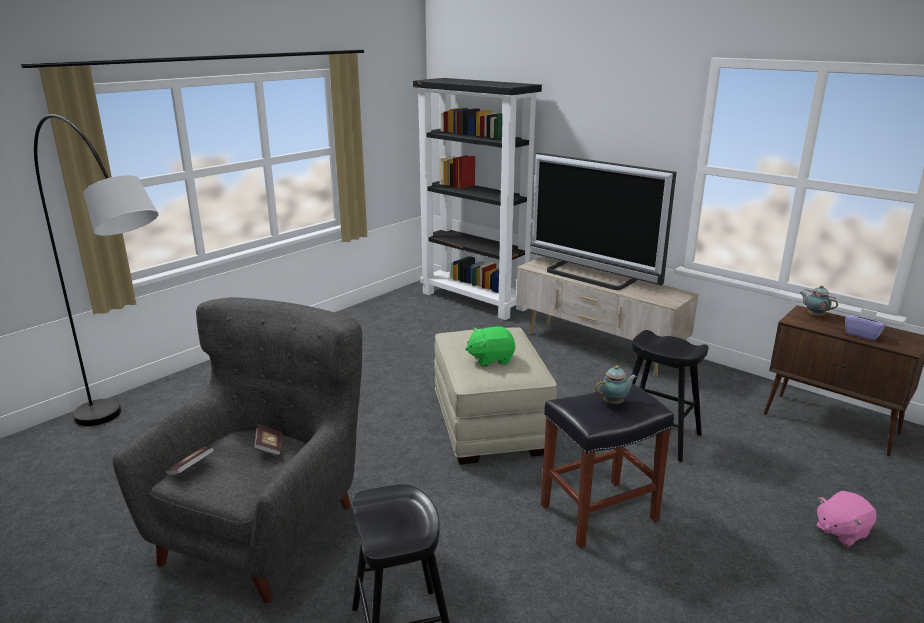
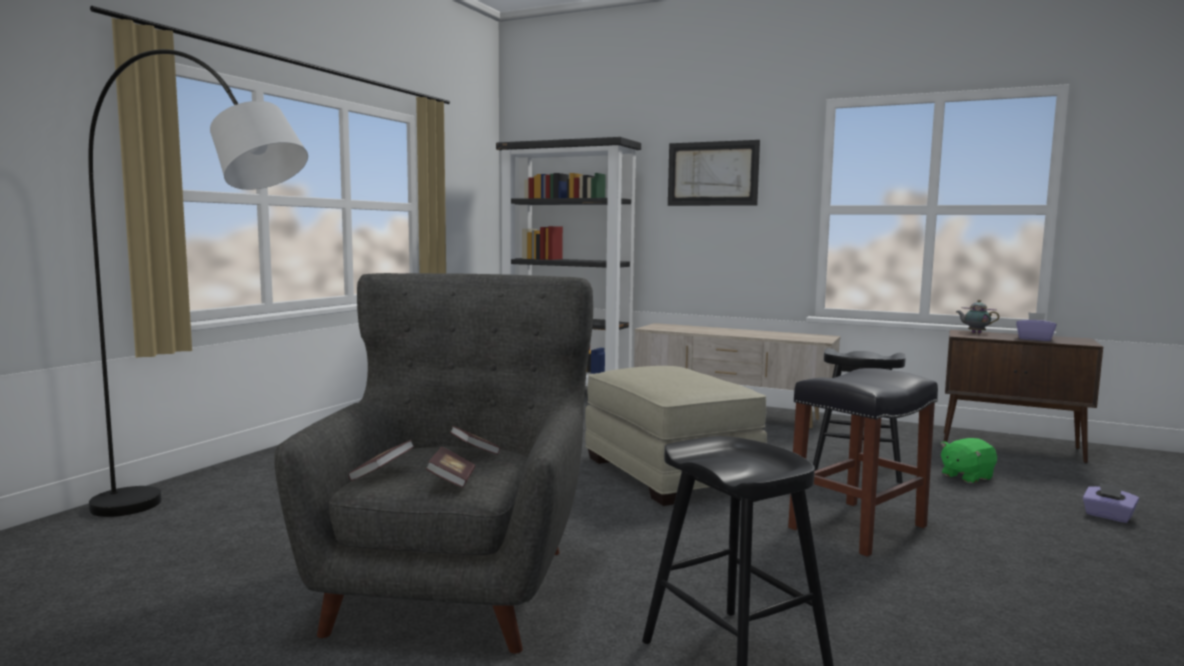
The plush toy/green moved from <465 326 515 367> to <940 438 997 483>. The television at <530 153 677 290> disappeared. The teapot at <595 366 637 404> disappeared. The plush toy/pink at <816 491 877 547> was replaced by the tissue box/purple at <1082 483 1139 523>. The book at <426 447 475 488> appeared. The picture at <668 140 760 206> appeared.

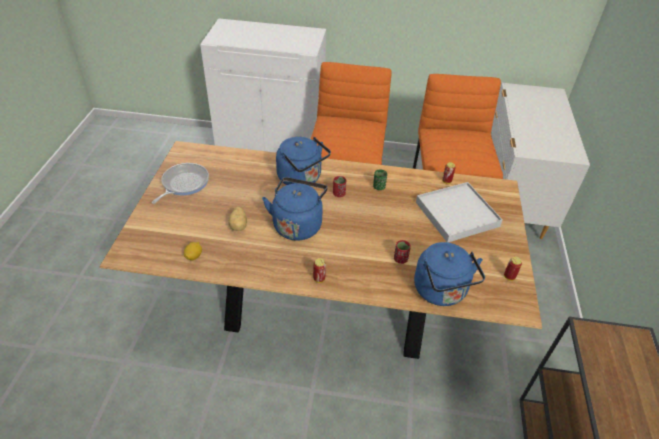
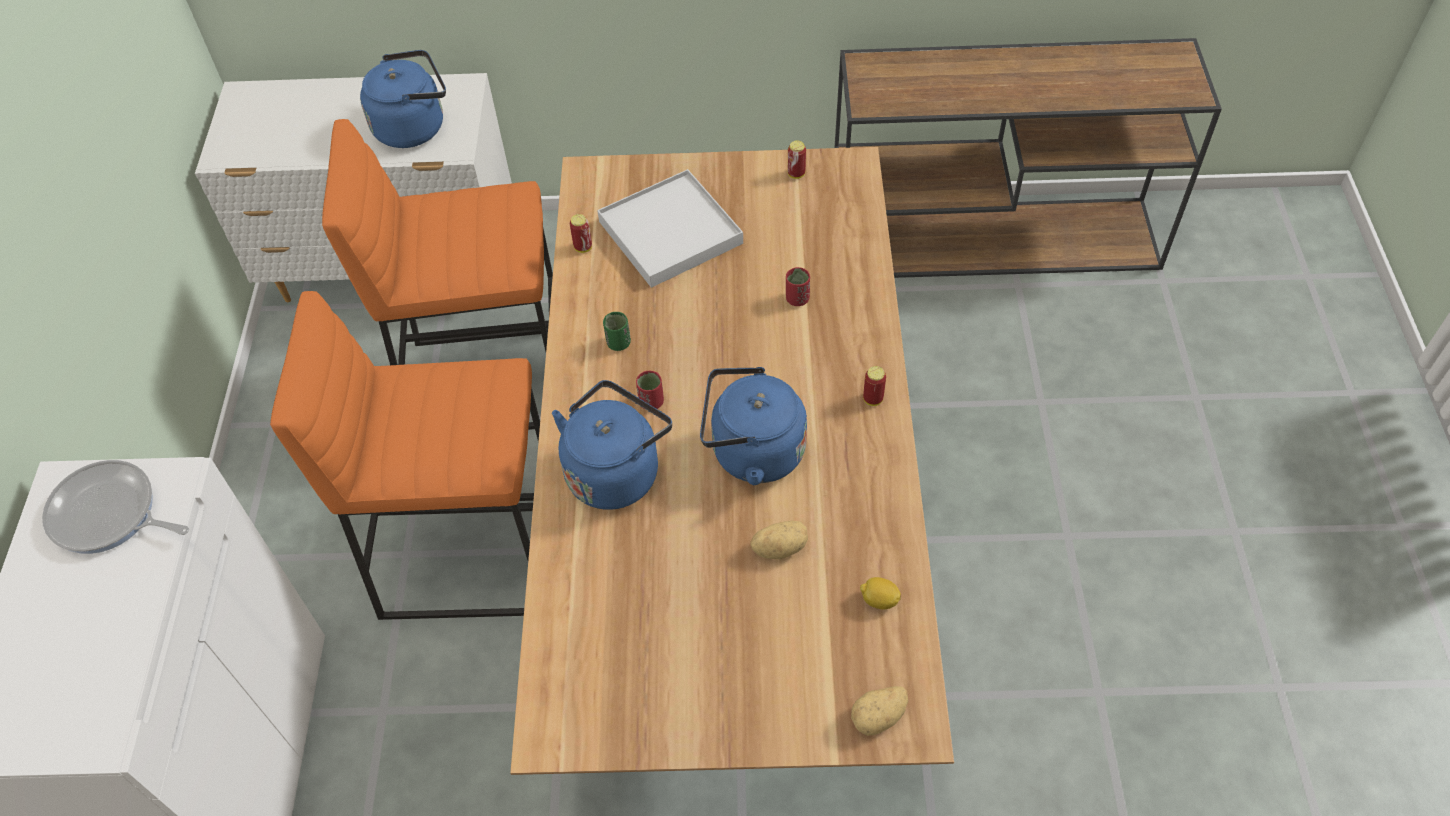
The frying pan moved from <152 163 209 204> to <42 460 189 554>. The kettle/blue moved from <414 242 485 306> to <360 50 446 148>. The potato at <851 686 908 736> appeared.

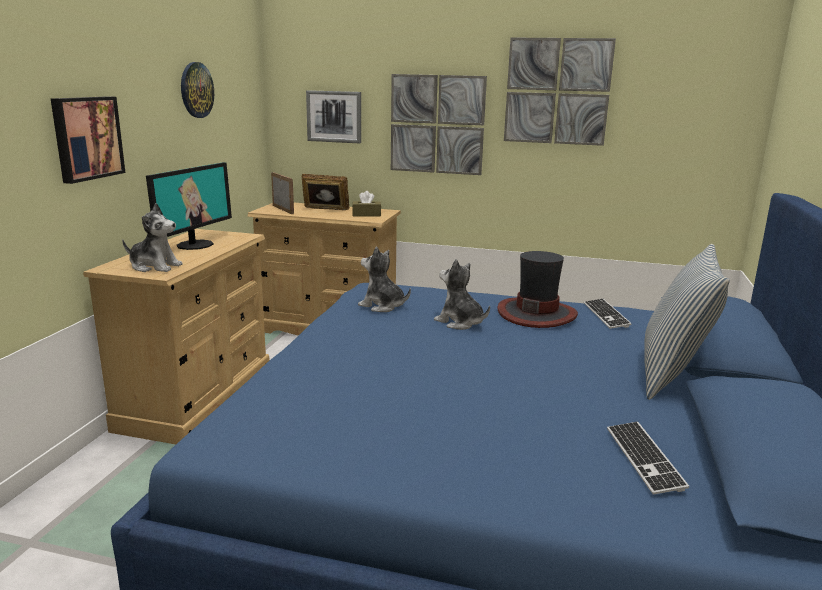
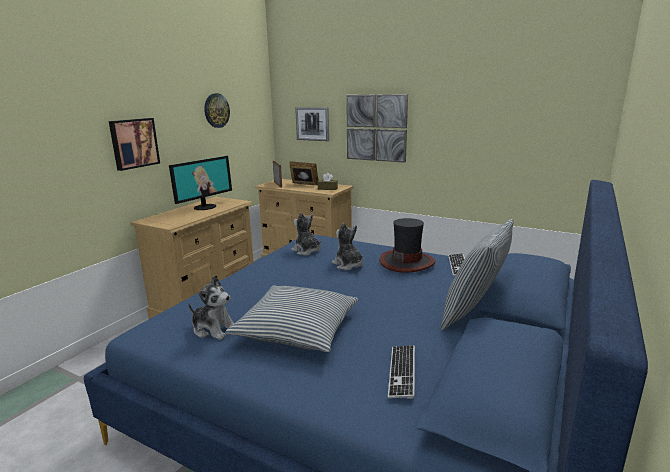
The plush toy moved from <122 203 183 272> to <188 275 234 340>. The picture at <504 38 616 146> disappeared. The pillow at <225 285 358 352> appeared.

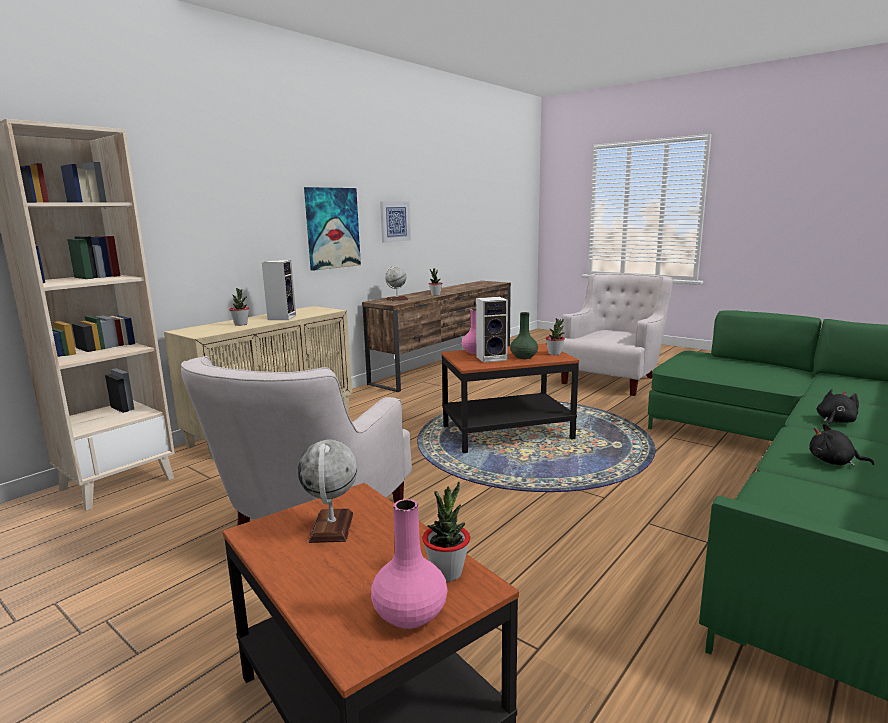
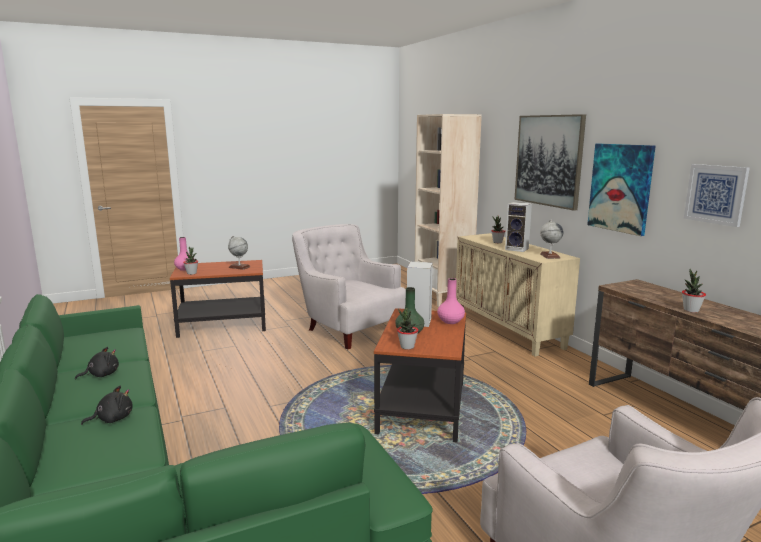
The globe moved from <385 266 408 301> to <540 220 563 259>. The plush toy/black at <817 389 859 426> turned 105 degrees counterclockwise. The picture at <514 114 586 211> appeared.

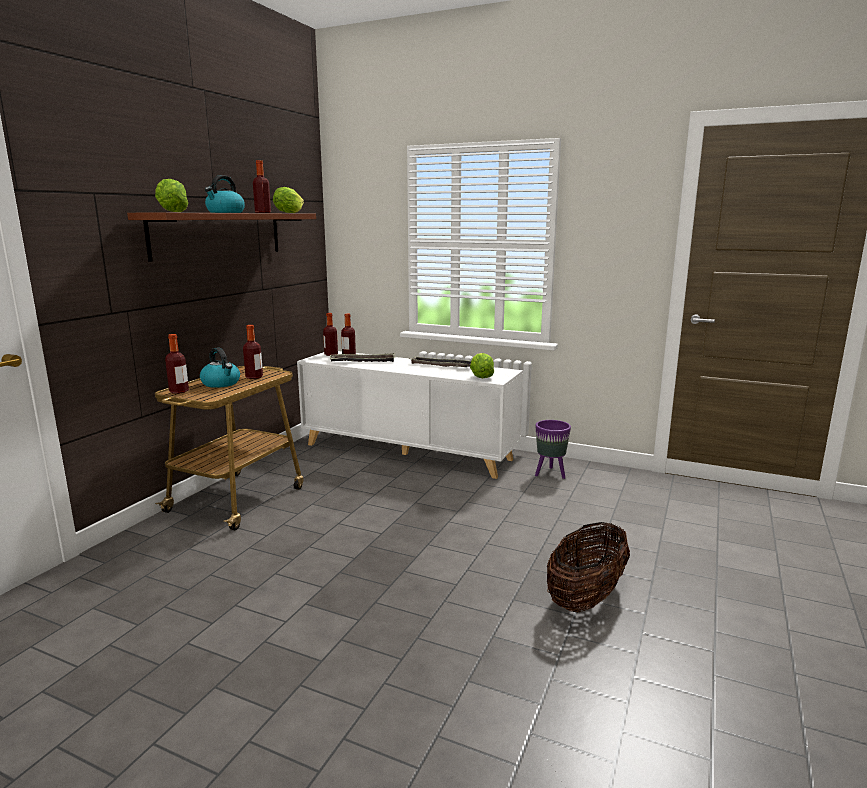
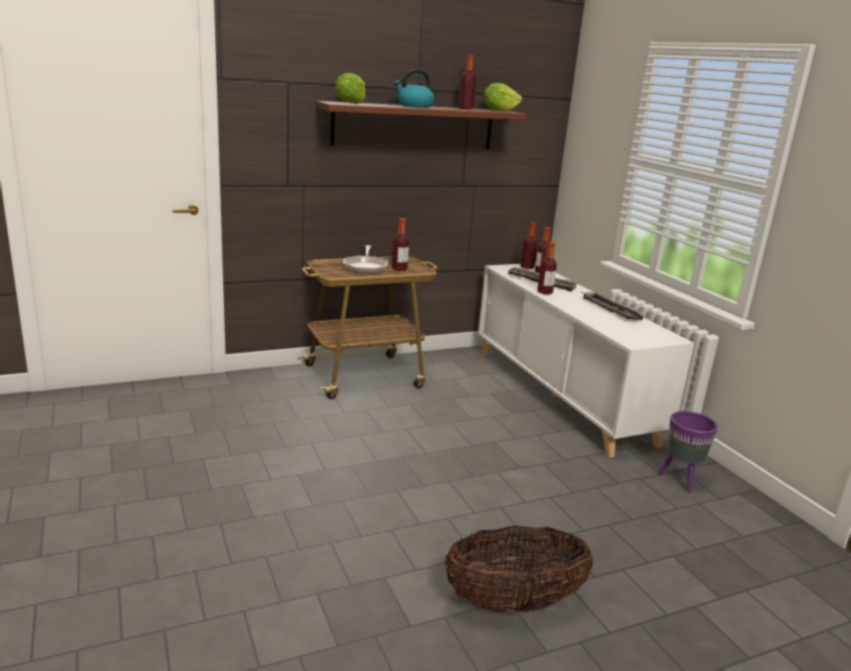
The bottle moved from <165 334 189 394> to <537 242 557 294>. The kettle at <200 347 240 388> was replaced by the frying pan at <343 245 388 274>. The lettuce at <470 353 494 378> disappeared.

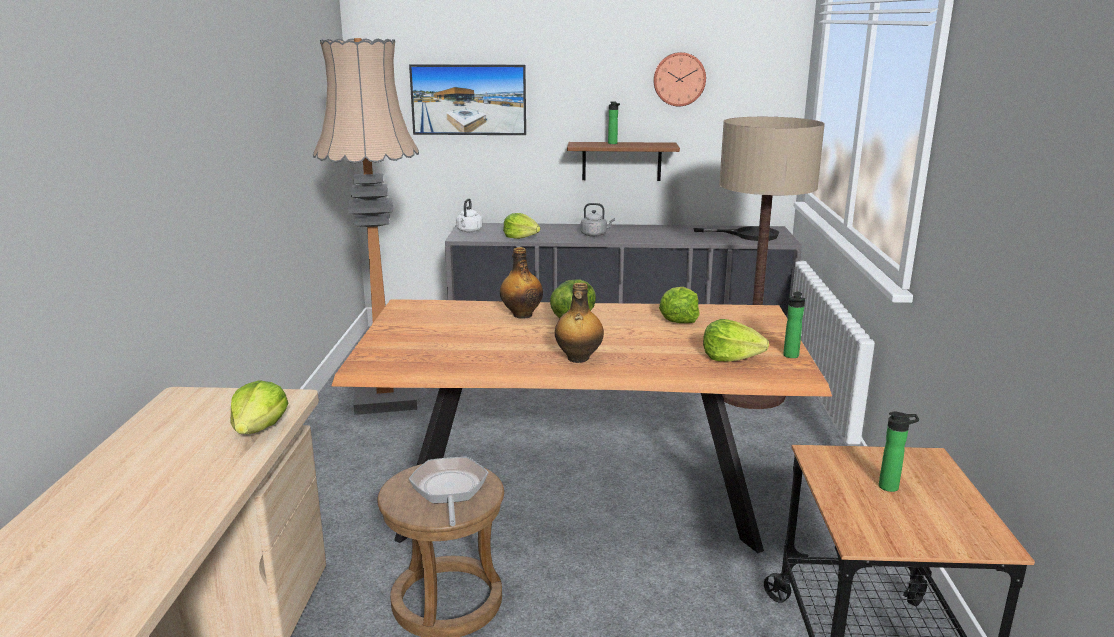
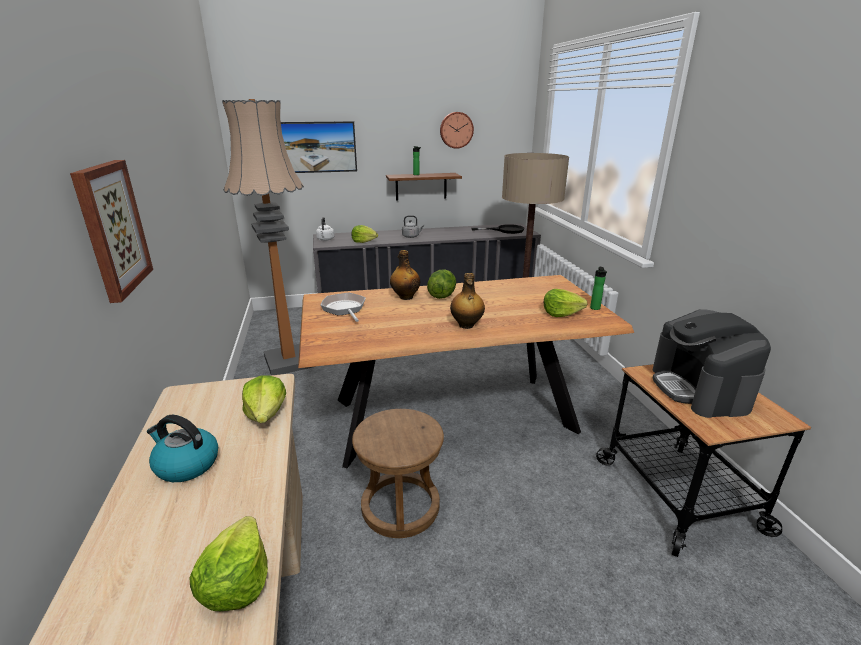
The frying pan moved from <409 457 489 526> to <320 293 366 322>. The lettuce moved from <659 287 699 323> to <189 516 268 611>. The bottle at <879 412 919 492> was replaced by the coffee machine at <653 309 771 418>. The picture at <70 160 153 303> appeared. The kettle at <147 415 218 482> appeared.

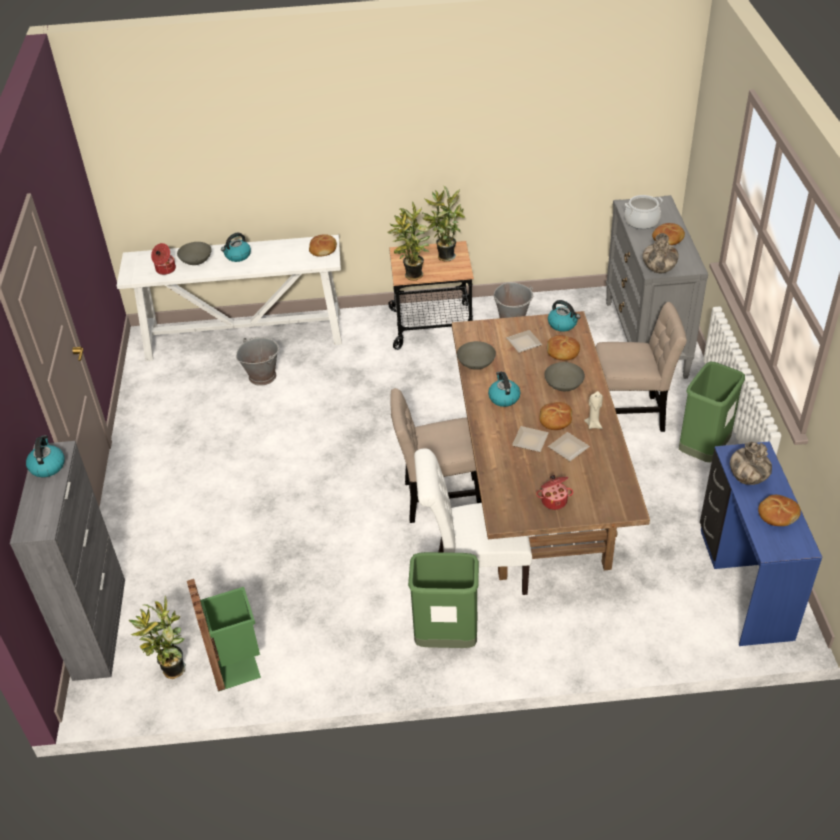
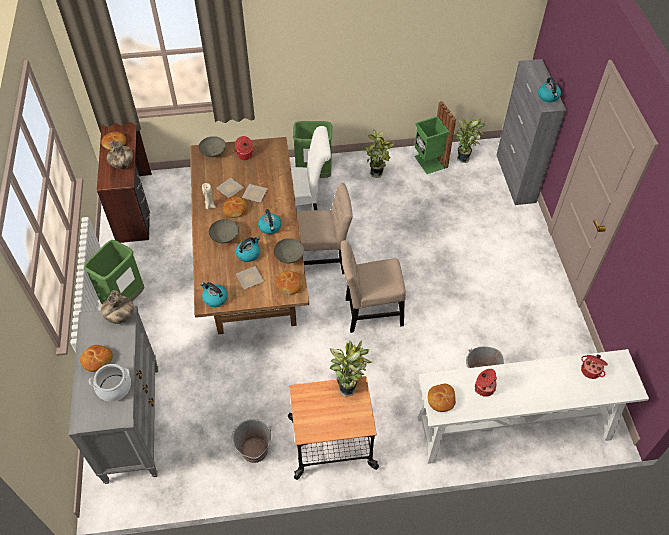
The bowl/grey moved from <177 242 211 265> to <199 136 226 157>. The kettle moved from <221 233 251 262> to <236 237 260 262>. The potted plant moved from <422 185 465 261> to <364 130 395 178>. The bread moved from <547 335 580 361> to <276 271 302 294>. The chair/beige moved from <596 302 687 432> to <341 240 406 333>. The desk/blue at <700 441 822 646> became the desk/brown at <97 122 152 243>. The cooking pot at <475 369 497 397> appeared.

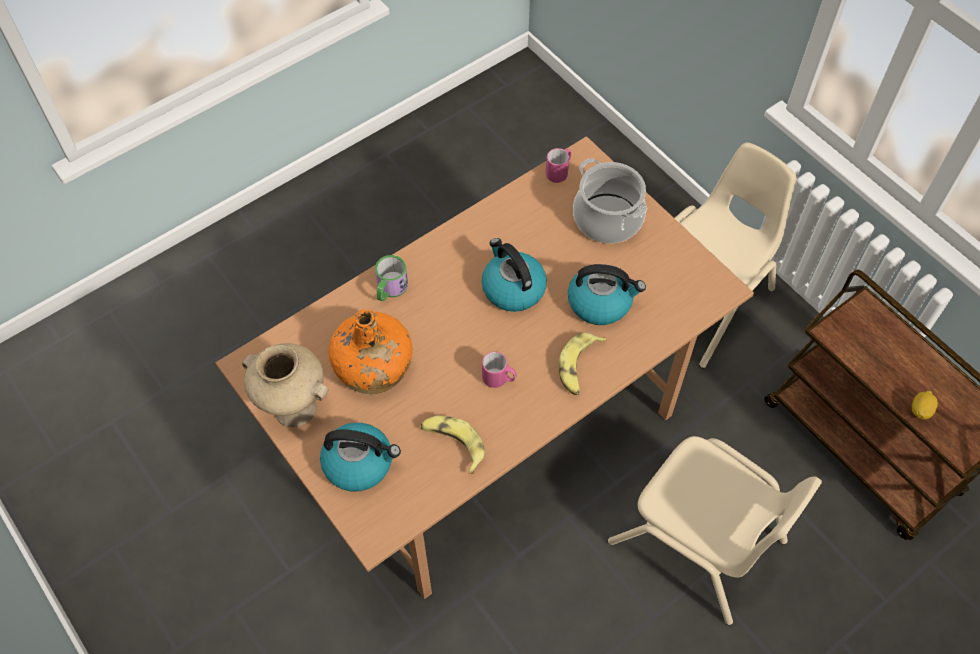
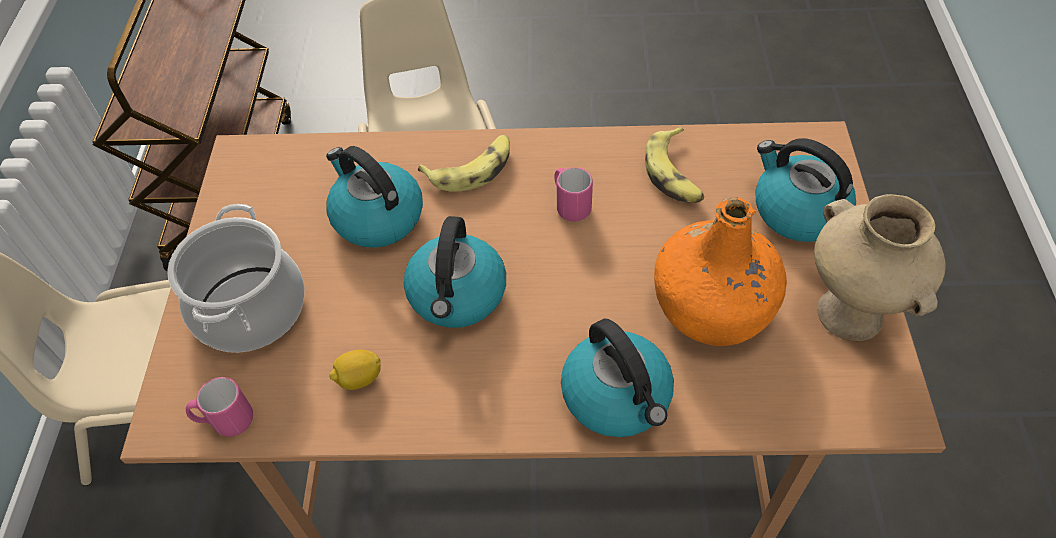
The mug at <375 255 408 302> was replaced by the kettle at <561 319 674 437>. The lemon moved from <912 391 938 420> to <329 350 381 390>.

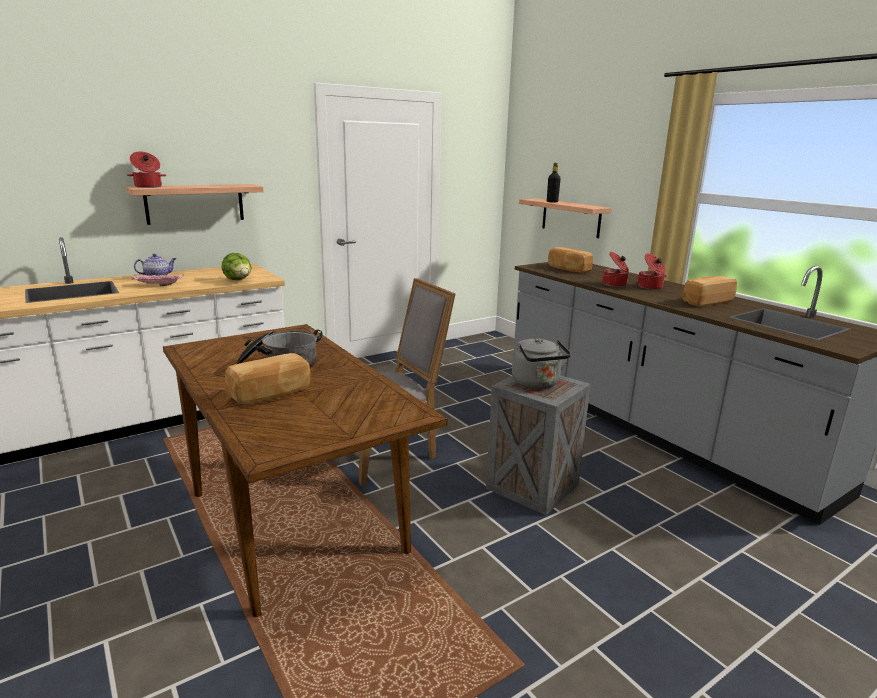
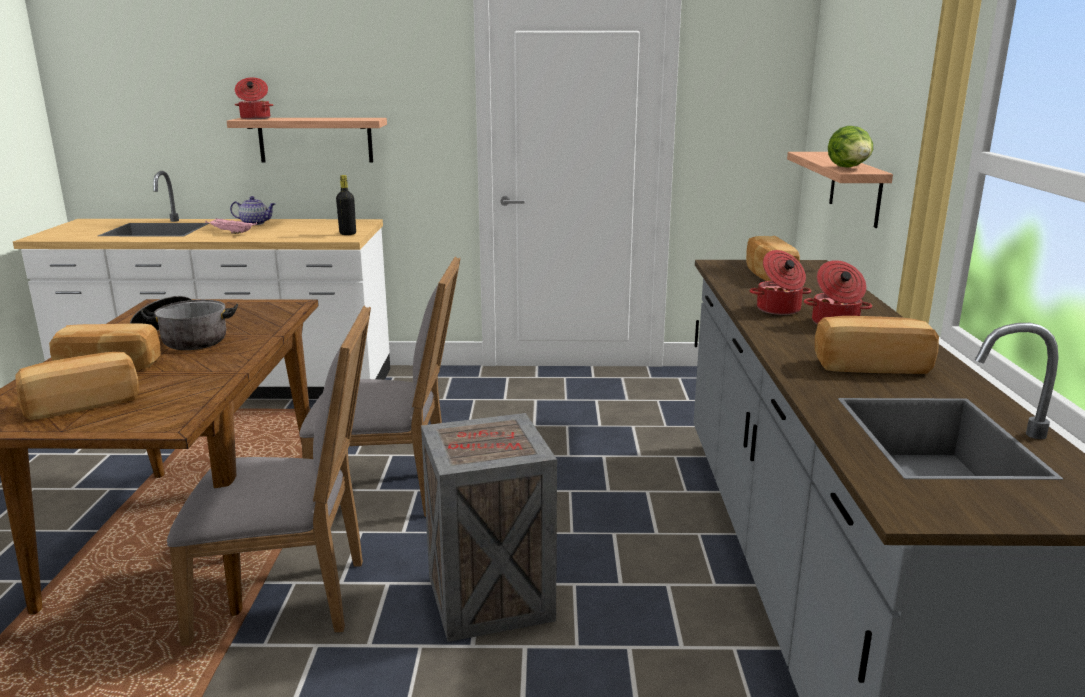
The lettuce moved from <222 253 251 280> to <828 126 873 168>. The kettle/grey at <512 338 571 389> disappeared. The bottle/black moved from <547 163 561 203> to <336 175 356 235>. The bread at <15 352 139 420> appeared. The chair/grey at <167 306 371 646> appeared.

